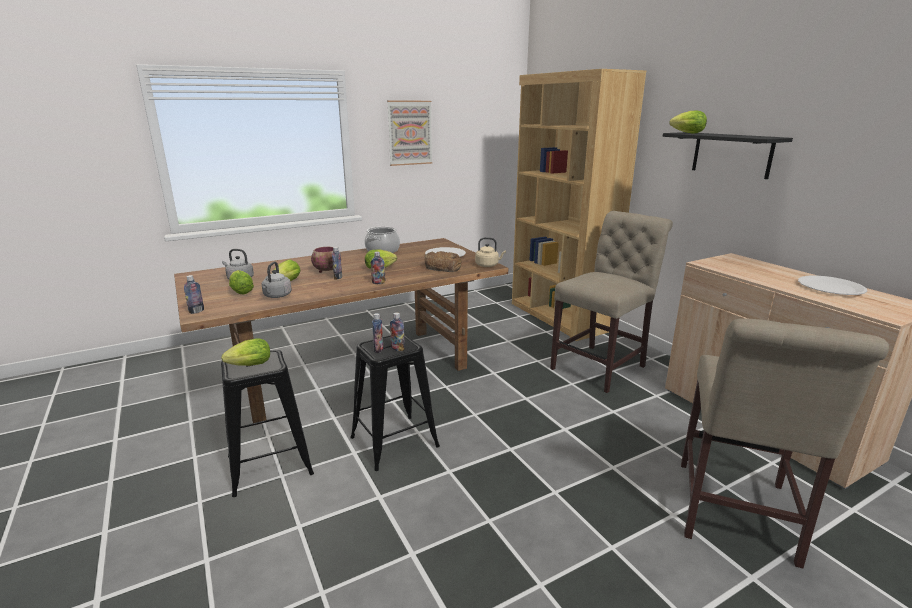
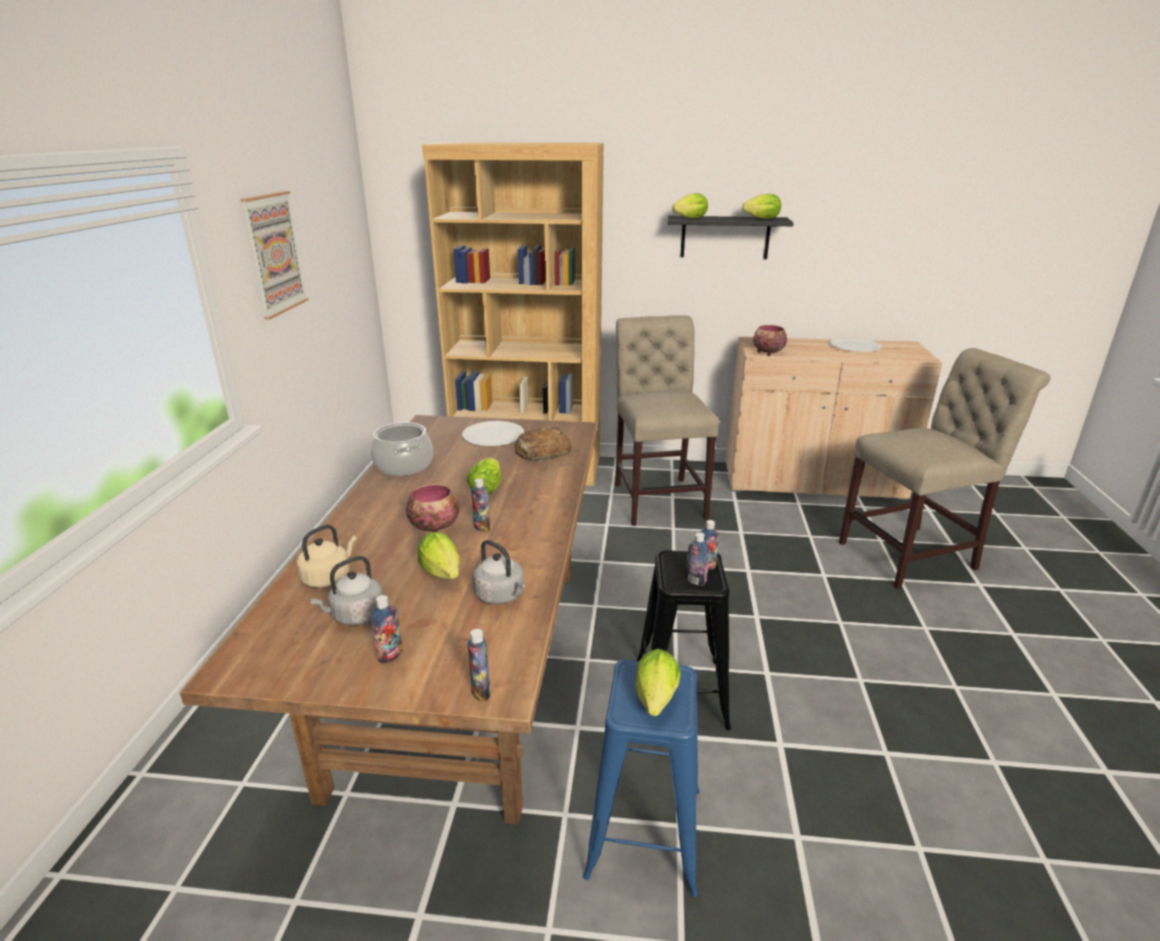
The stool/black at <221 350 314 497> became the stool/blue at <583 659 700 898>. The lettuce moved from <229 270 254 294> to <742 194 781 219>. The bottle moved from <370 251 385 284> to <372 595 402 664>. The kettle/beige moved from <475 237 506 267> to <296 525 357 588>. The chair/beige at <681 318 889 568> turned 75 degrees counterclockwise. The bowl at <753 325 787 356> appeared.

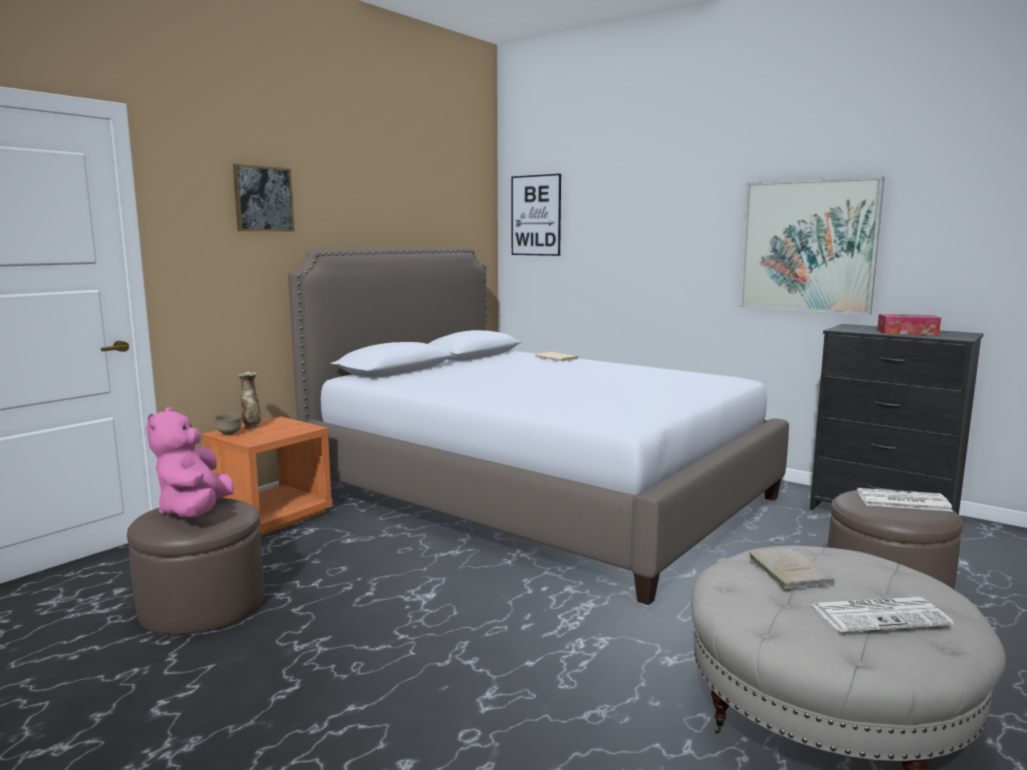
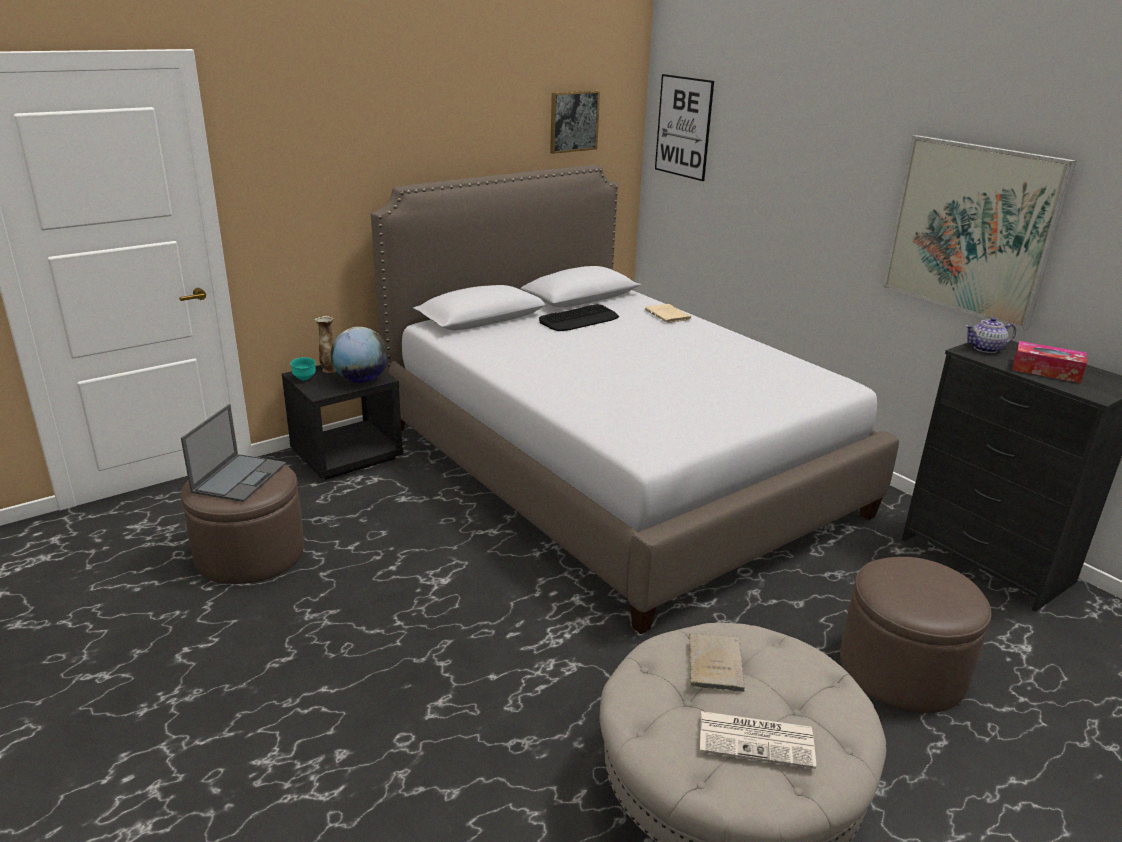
The plush toy/pink at <146 407 234 517> was replaced by the laptop at <181 404 286 502>. The nightstand/orange at <202 416 332 535> became the nightstand/black at <282 365 403 480>. The bowl/brown at <215 413 241 436> became the bowl/turquoise at <290 357 316 380>. The picture moved from <233 164 295 231> to <550 90 600 154>. The newspaper at <857 488 953 512> disappeared. The globe at <331 327 388 383> appeared. The keyboard at <539 304 619 331> appeared. The teapot at <966 317 1016 353> appeared.

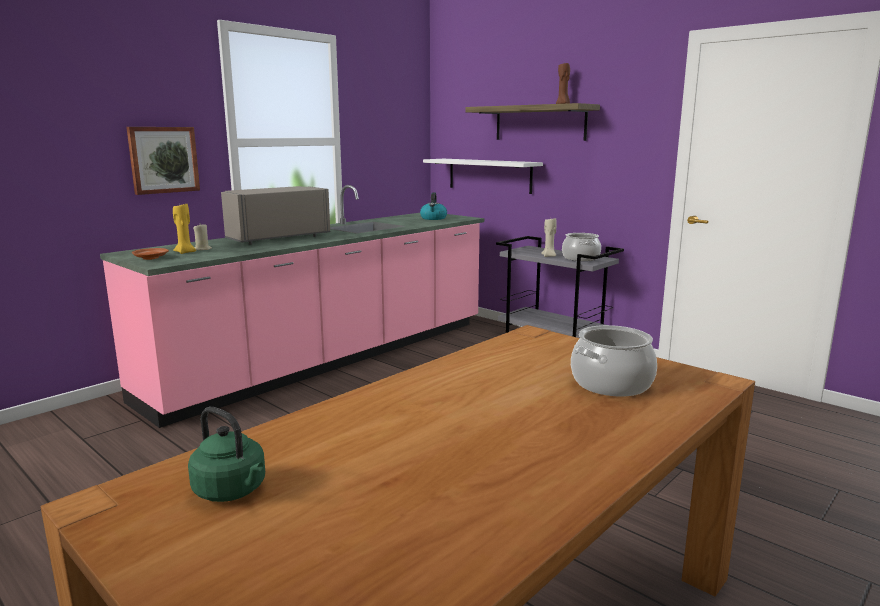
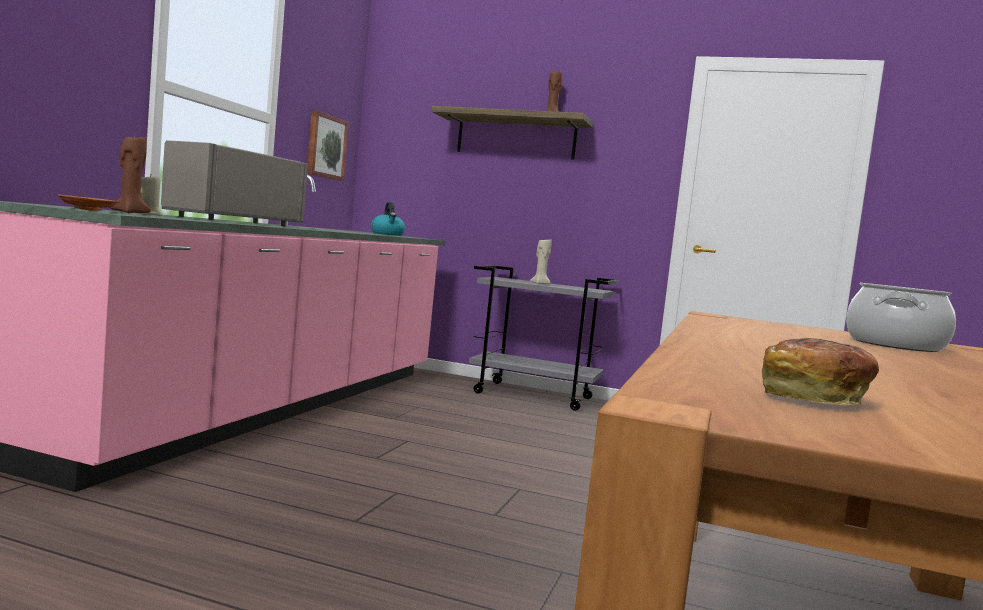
The picture moved from <126 127 200 195> to <307 110 349 181>. The candle/yellow at <173 204 196 254> became the candle/brown at <109 137 151 213>. The kettle/green at <188 407 265 502> was replaced by the bread at <762 337 879 405>. The shelf/white at <423 159 543 194> disappeared. The cooking pot at <562 233 601 261> disappeared.

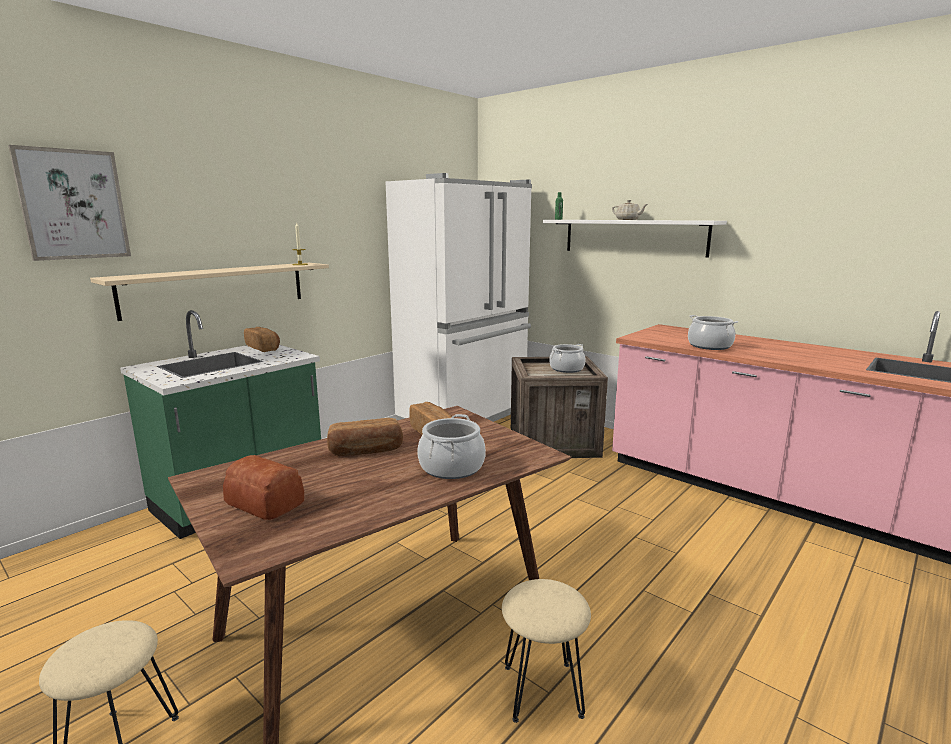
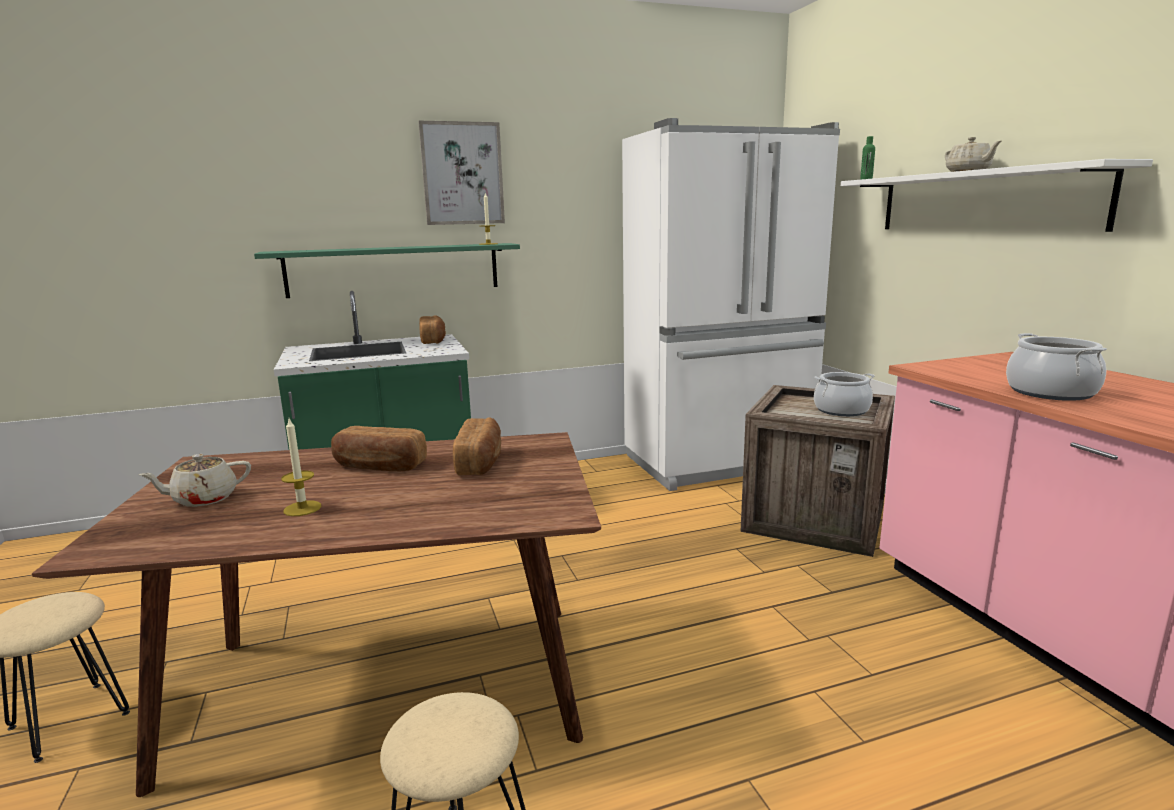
The picture moved from <8 145 131 261> to <418 121 505 225>. The shelf/beige at <90 263 329 321> became the shelf/green at <254 243 520 298>. The bread at <223 455 304 520> was replaced by the teapot/beige at <139 454 251 507>. The cooking pot at <417 414 486 479> disappeared. The candle at <281 419 321 516> appeared.

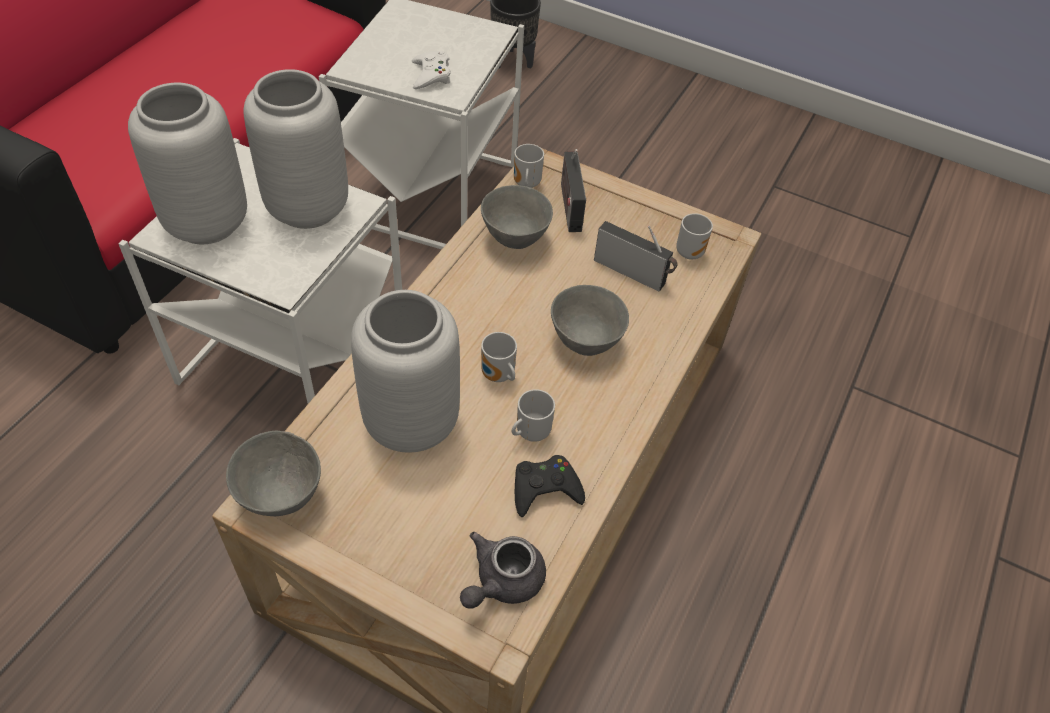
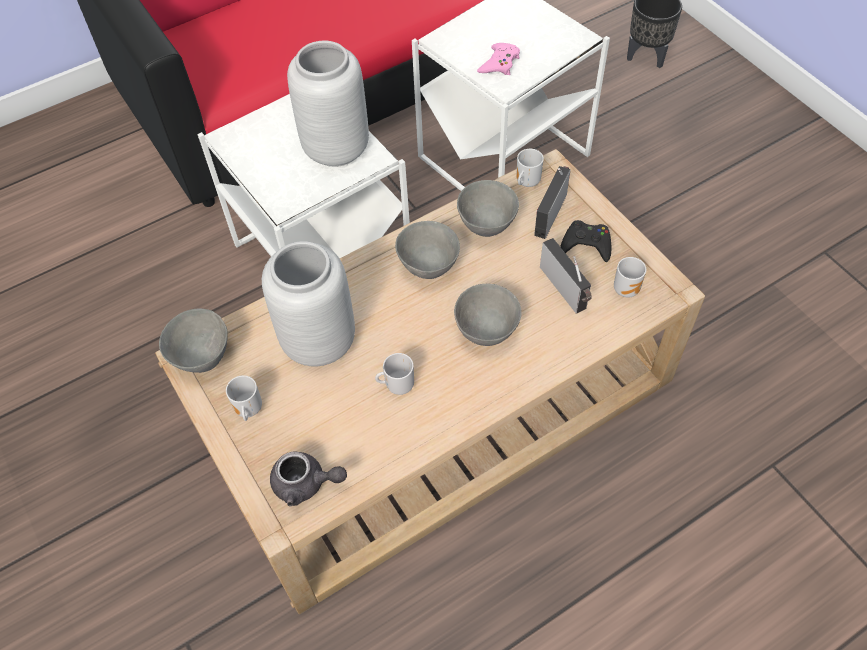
The vase/grey at <128 83 247 244> disappeared. The game controller/white at <412 51 451 89> became the game controller/pink at <477 43 520 75>. The teapot/grey at <460 532 546 609> turned 150 degrees counterclockwise. The mug moved from <481 332 517 382> to <226 375 262 421>. The game controller/black moved from <515 455 585 517> to <560 220 611 262>. The bowl/grey at <395 221 460 279> appeared.

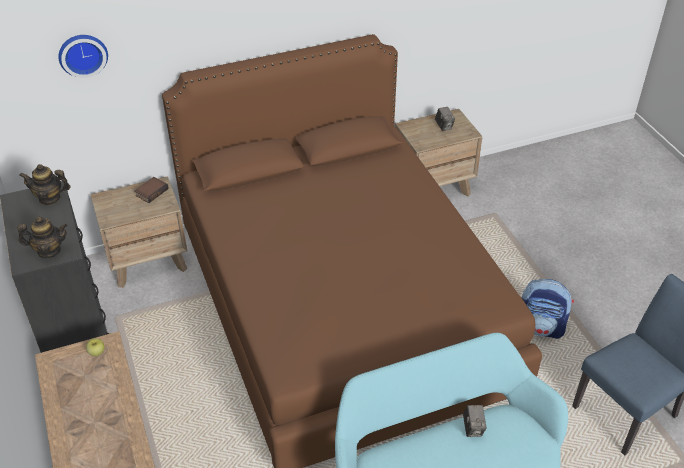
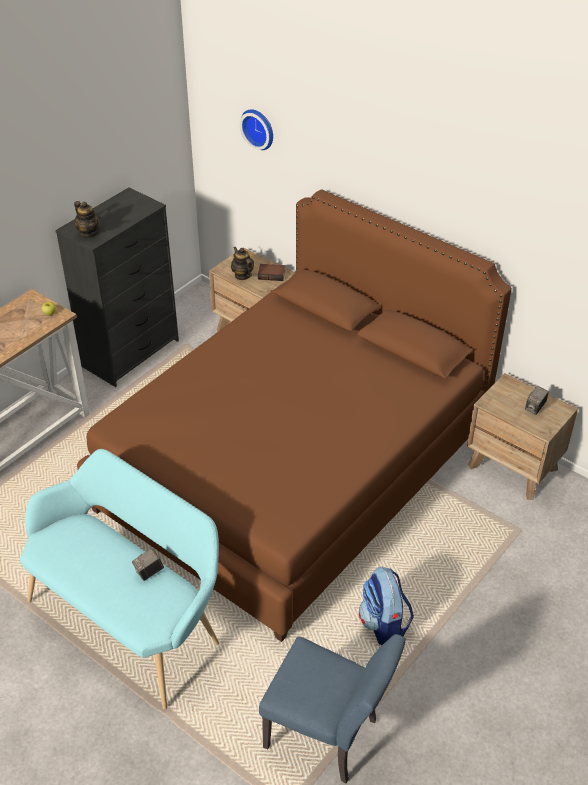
The teapot moved from <19 164 71 205> to <231 247 254 280>.

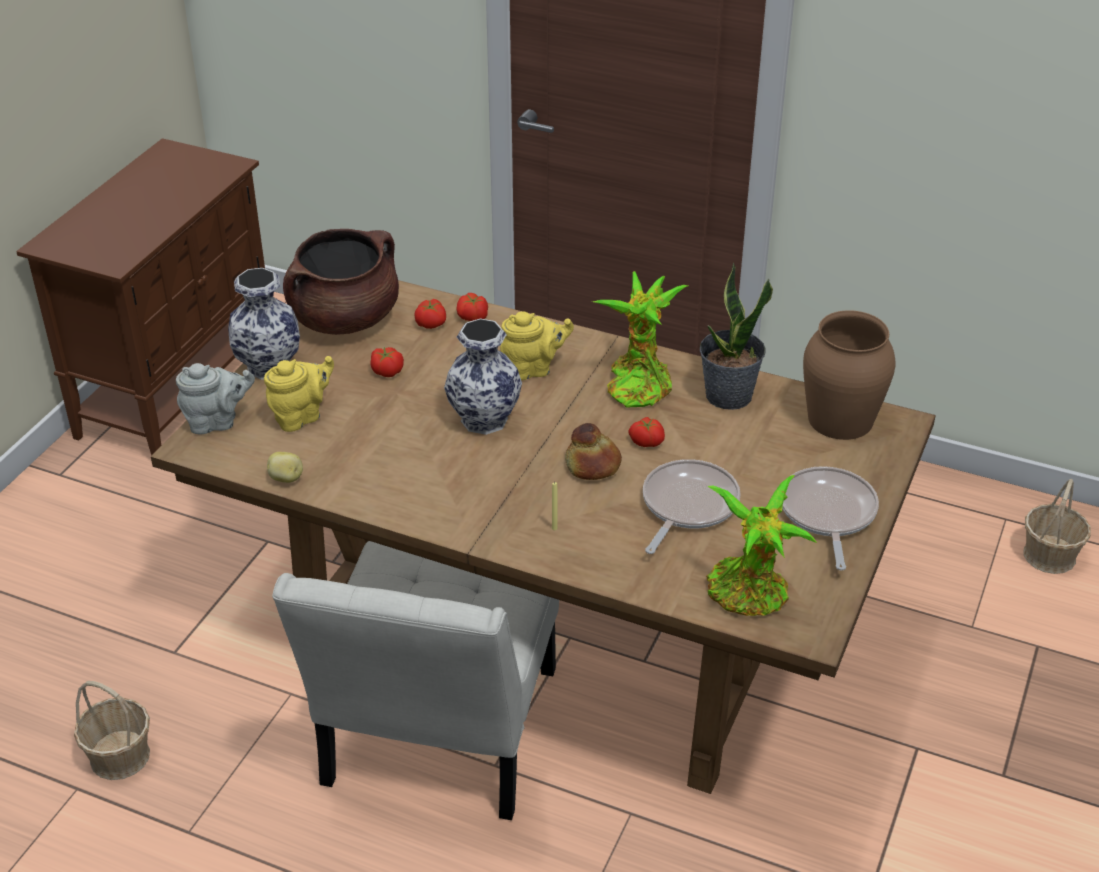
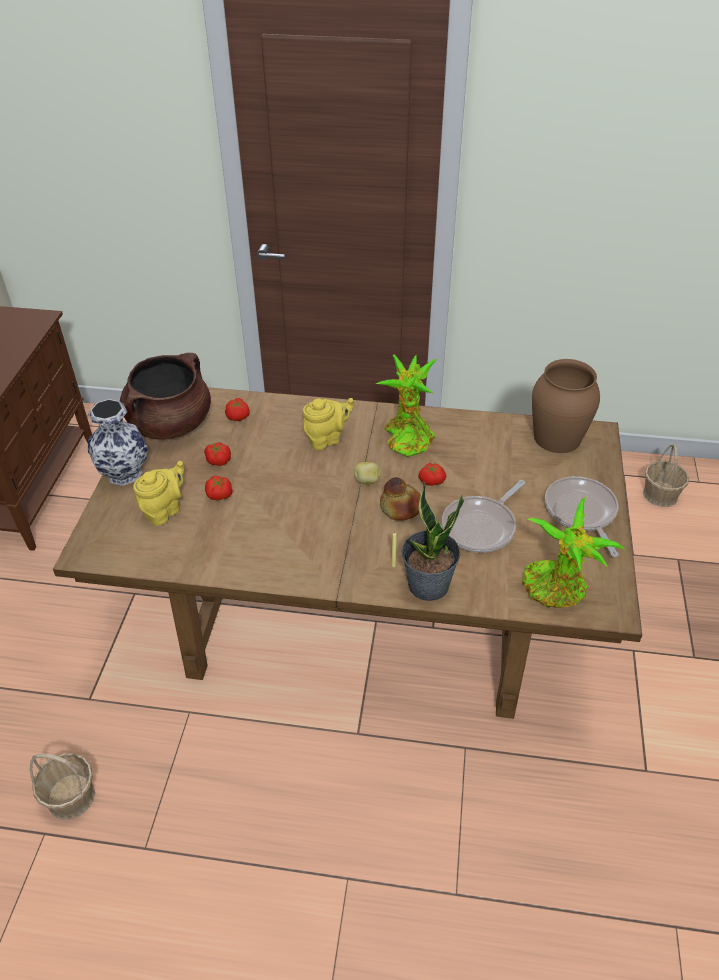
The teapot/grey at <176 363 255 435> disappeared. The potato moved from <267 452 303 483> to <354 462 381 484>. The chair/white at <272 541 559 820> disappeared. The vase at <444 319 522 435> disappeared. The tomato moved from <456 293 488 321> to <205 476 233 500>. The frying pan at <643 459 741 554> turned 150 degrees counterclockwise. The potted plant moved from <700 263 773 410> to <402 481 464 601>.

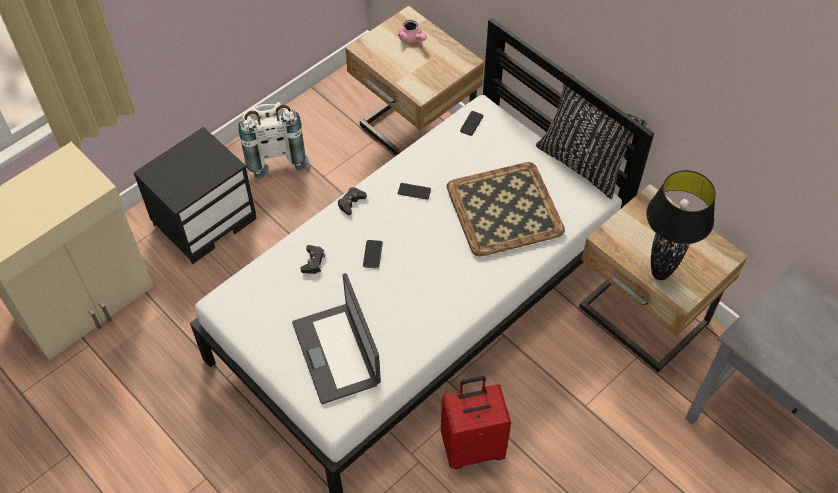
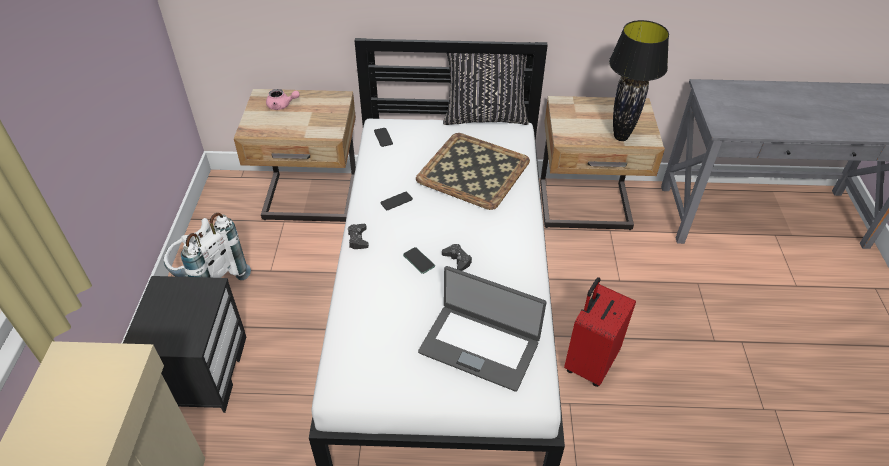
The game controller/black moved from <301 245 325 274> to <442 244 472 271>.

